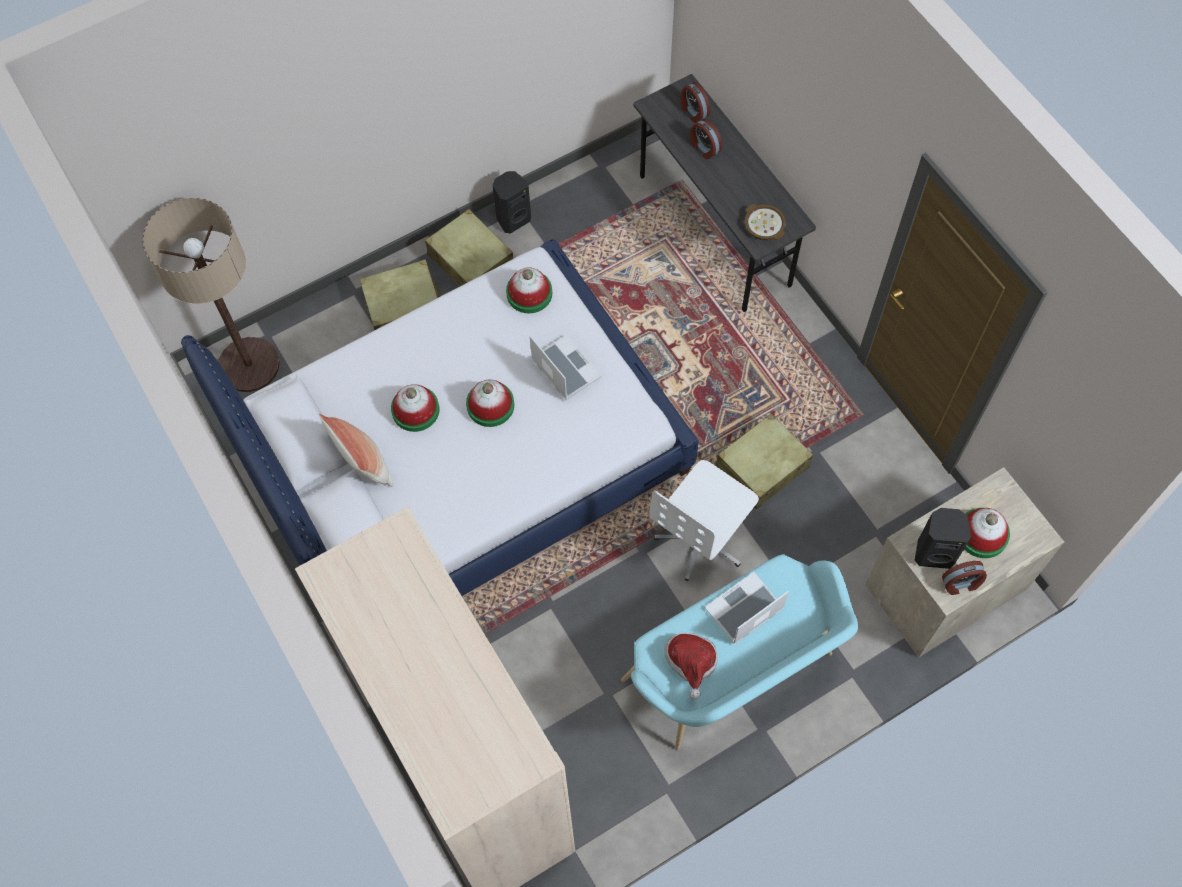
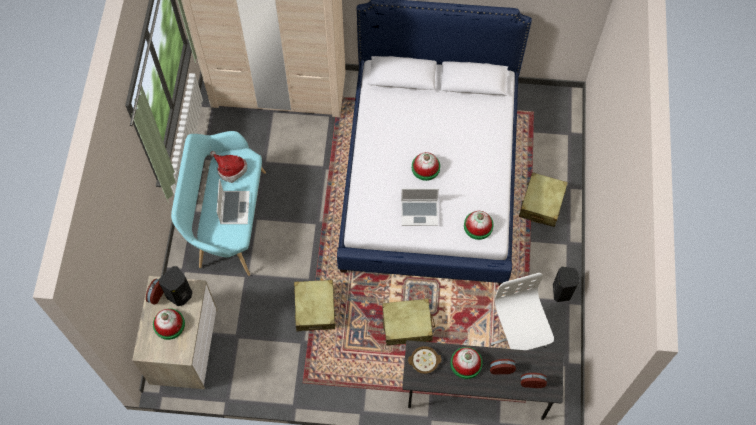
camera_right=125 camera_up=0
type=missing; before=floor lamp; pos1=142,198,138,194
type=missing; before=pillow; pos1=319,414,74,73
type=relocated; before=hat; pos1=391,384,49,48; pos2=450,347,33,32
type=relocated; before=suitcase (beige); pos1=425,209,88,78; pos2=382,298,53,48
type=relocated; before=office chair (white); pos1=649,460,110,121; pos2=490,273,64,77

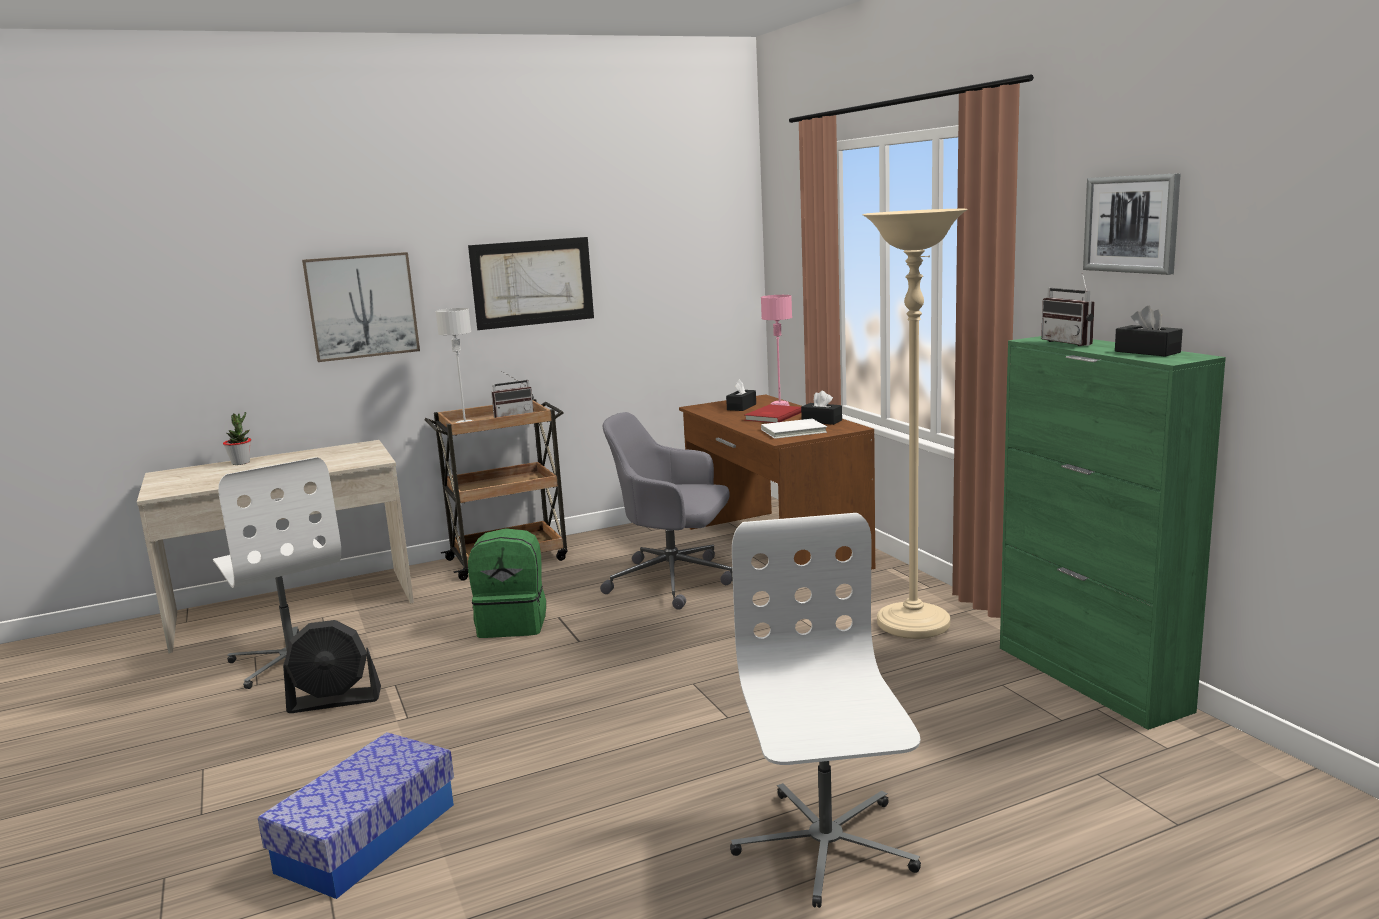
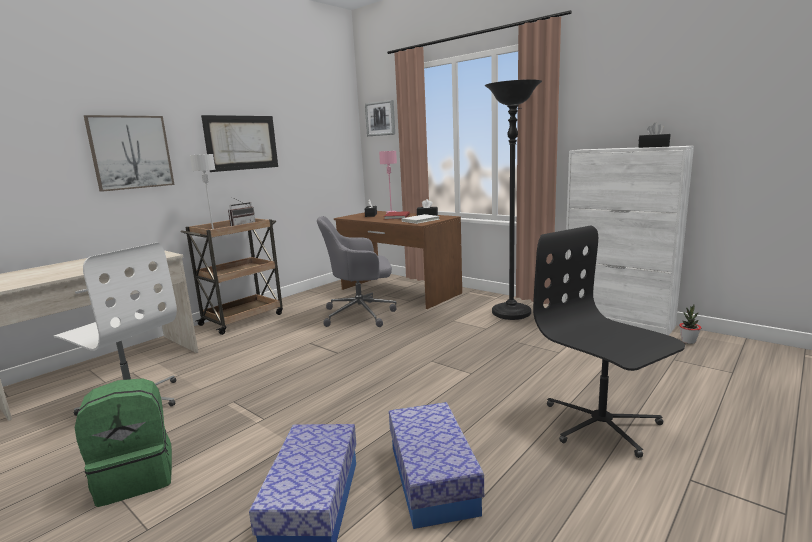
camera_right=-25 camera_up=0
type=relocated; before=potted plant; pos1=223,412,28,53; pos2=679,305,22,39
type=missing; before=fan (black); pos1=283,620,98,93
type=relocated; before=backpack (green); pos1=468,528,78,110; pos2=75,378,97,129
type=colour; before=office chair (white); after=office chair (black); pos1=730,513,191,395; pos2=533,225,152,233
type=colour; before=floor lamp (beige); after=floor lamp (black); pos1=862,209,105,430; pos2=485,79,57,241
type=colour; before=cabinet (green); after=cabinet (white); pos1=1000,336,226,394; pos2=563,146,131,190
type=missing; before=radio; pos1=1041,272,54,74
type=relocated; before=picture; pos1=1083,173,98,102; pos2=365,100,30,36
type=appeared; after=storage box; pos2=389,402,95,127

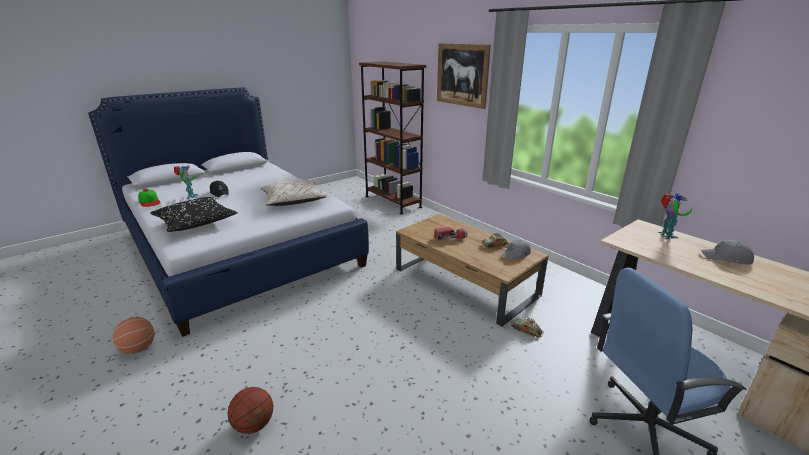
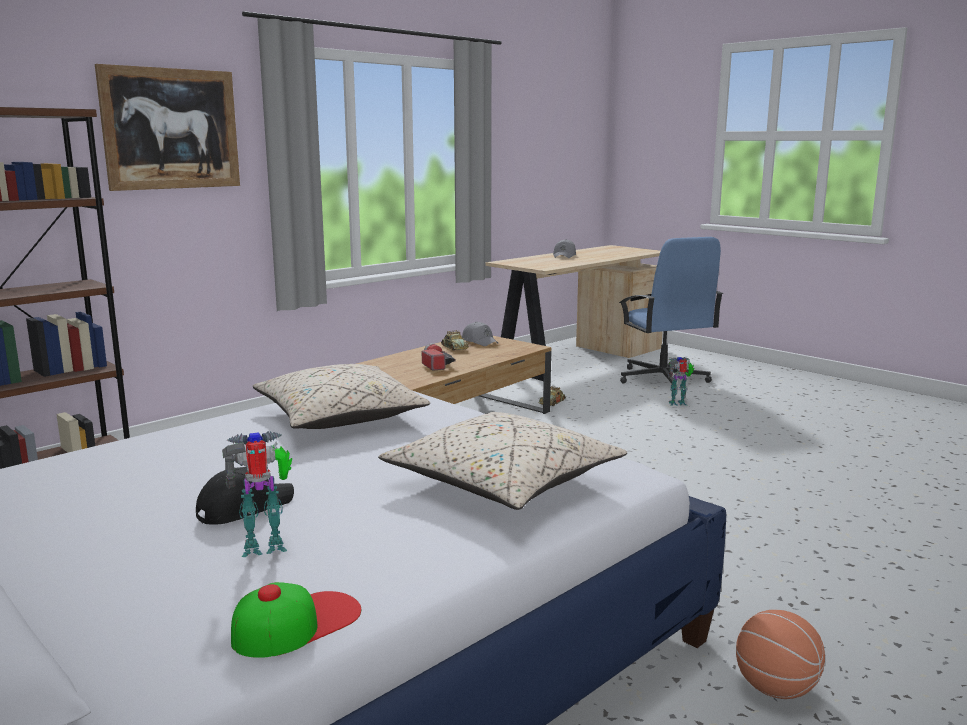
camera_right=-95 camera_up=-10
type=colour; before=pillow (black); after=pillow (beige); pos1=150,197,88,35; pos2=378,412,249,98
type=missing; before=basketball; pos1=227,387,46,47
type=relocated; before=toy robot; pos1=658,193,34,46; pos2=668,357,26,49

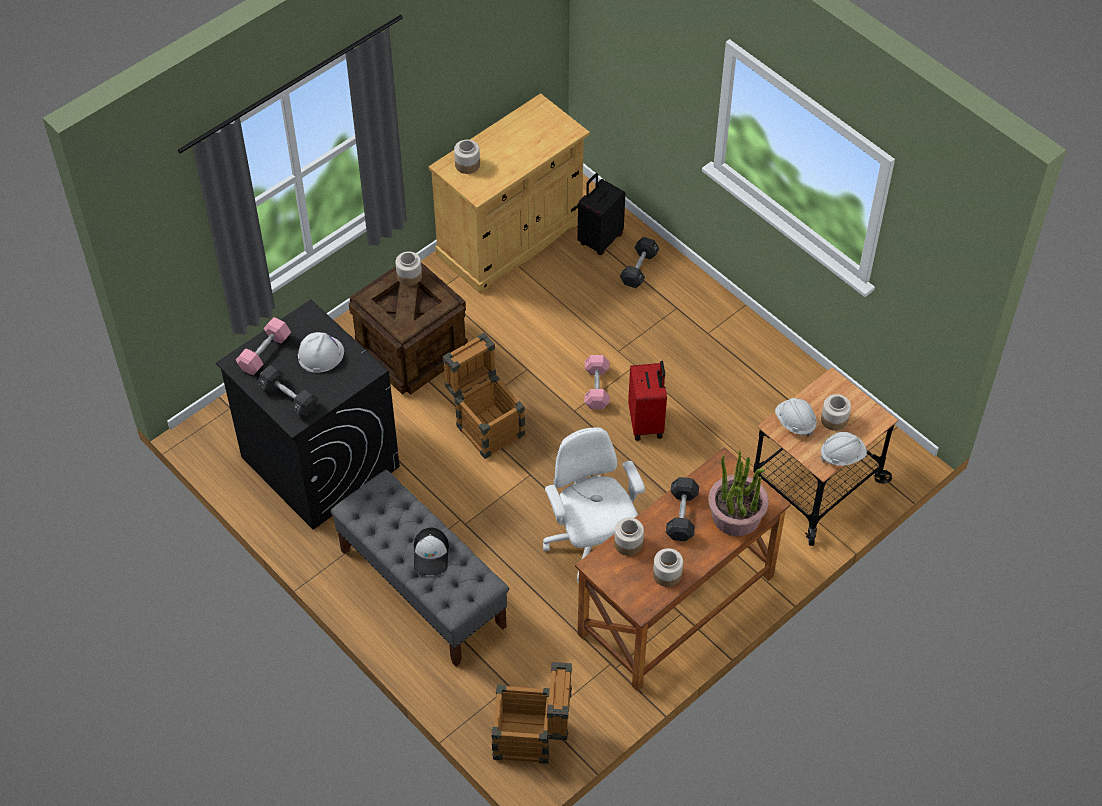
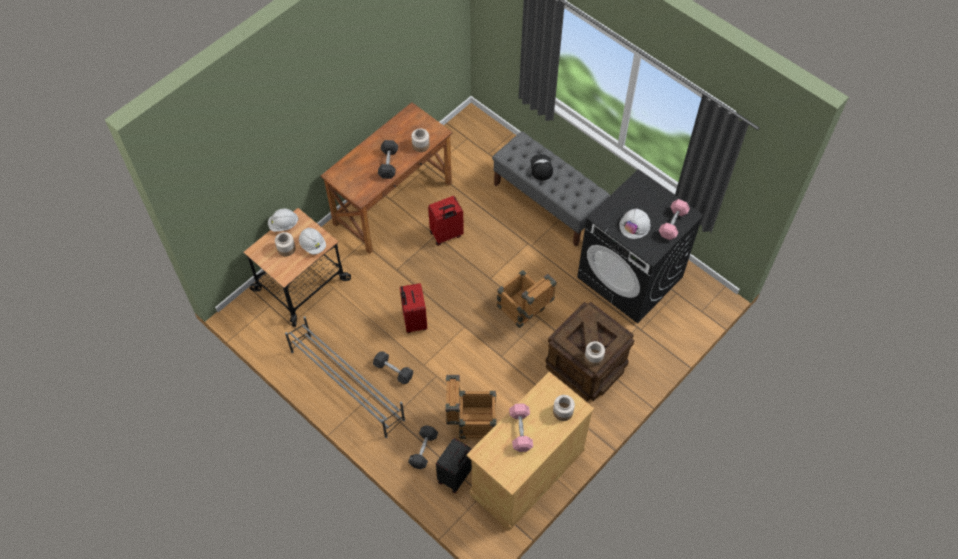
camera_right=175 camera_up=5
type=relocated; before=dumbbell (black); pos1=257,365,61,52; pos2=373,351,40,33
type=relocated; before=crate; pos1=491,662,81,102; pos2=445,375,52,64
type=exchanged; before=office chair (white); after=suitcase (red); pos1=543,427,102,157; pos2=428,196,36,50
type=relocated; before=dumbbell (pink); pos1=585,355,25,54; pos2=509,403,24,49
type=missing; before=jar; pos1=653,548,30,39
type=missing; before=potted plant; pos1=708,450,61,86
type=appeared; after=shoe rack (grey); pos2=285,316,120,122

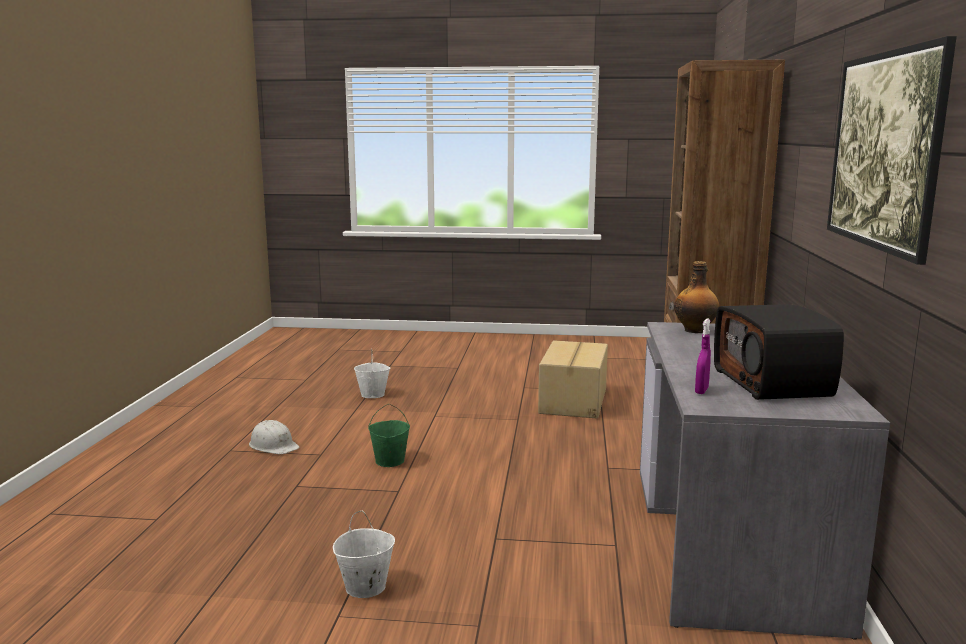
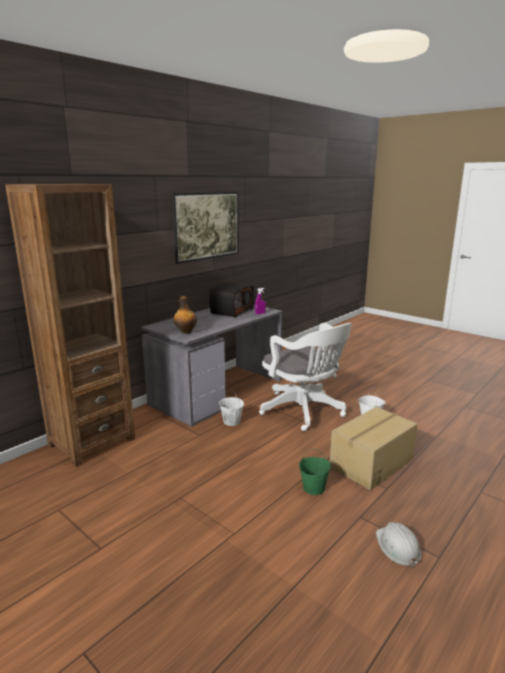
camera_right=-145 camera_up=5
type=relocated; before=bucket (white); pos1=354,348,37,50; pos2=219,389,25,37
type=relocated; before=cardboard box; pos1=538,341,70,78; pos2=330,407,88,83
type=appeared; after=office chair (white); pos2=259,323,93,108

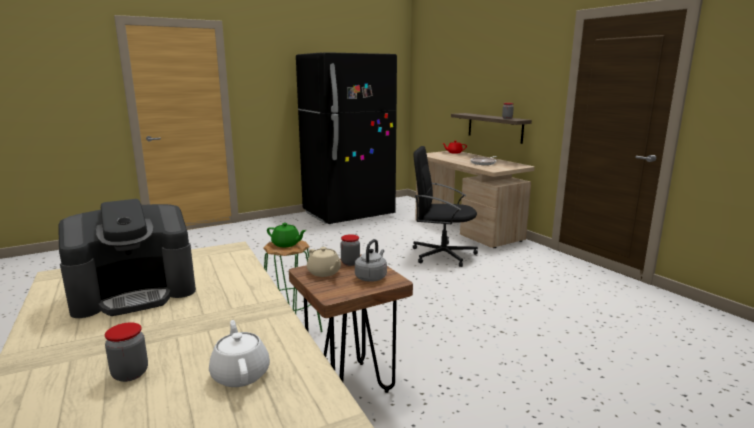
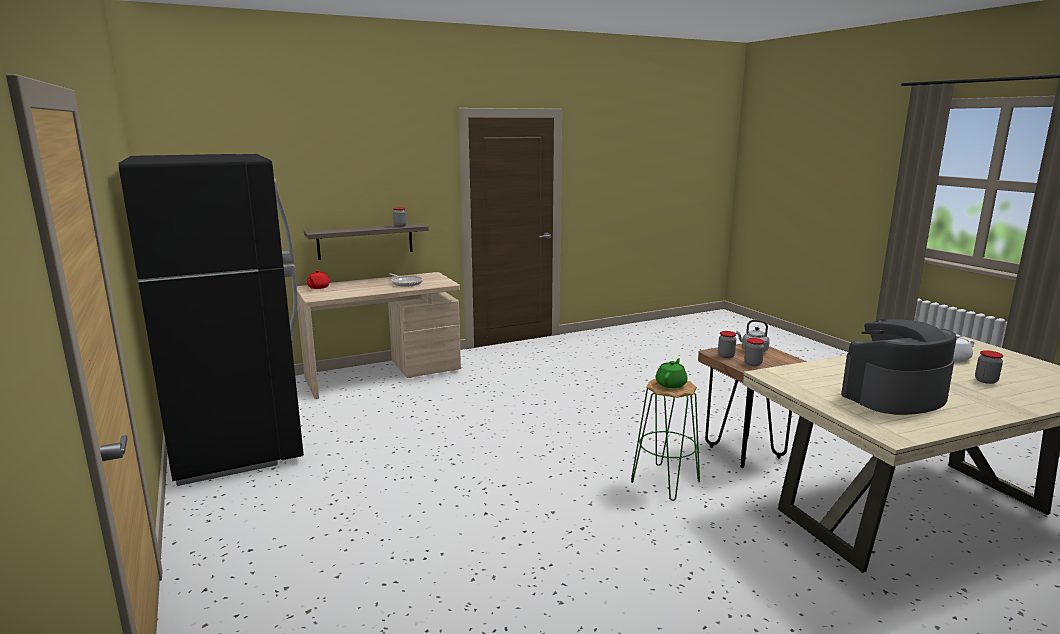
camera_right=-85 camera_up=0
type=spun; before=coffee machine; pos1=58,199,138,119; pos2=841,319,116,96; turn=-90
type=exchanged; before=teapot (beige); after=jar; pos1=307,247,34,30; pos2=744,338,20,28
type=missing; before=office chair (black); pos1=413,146,65,121

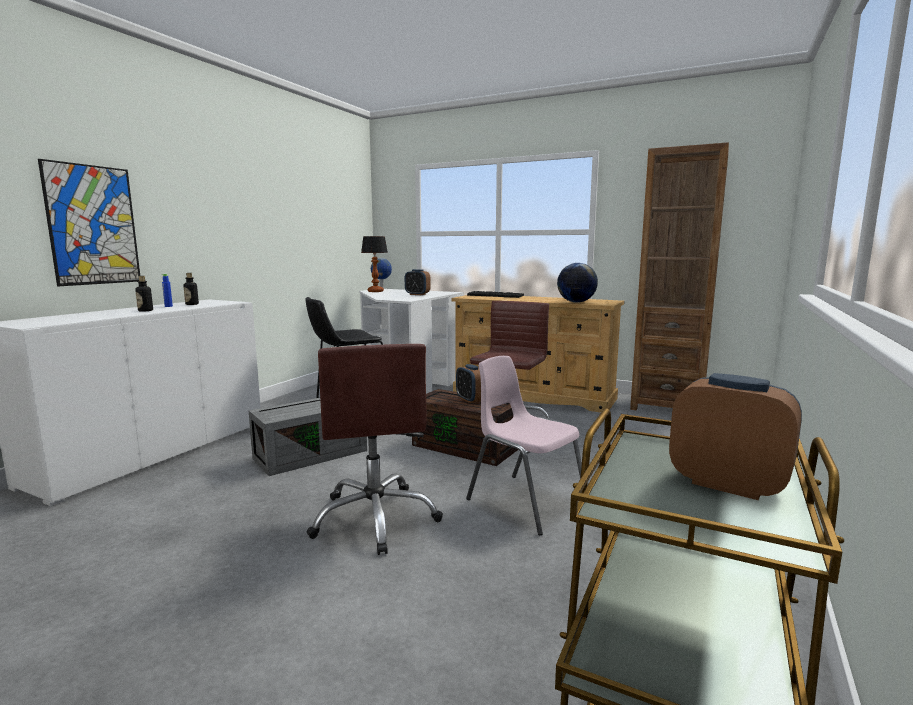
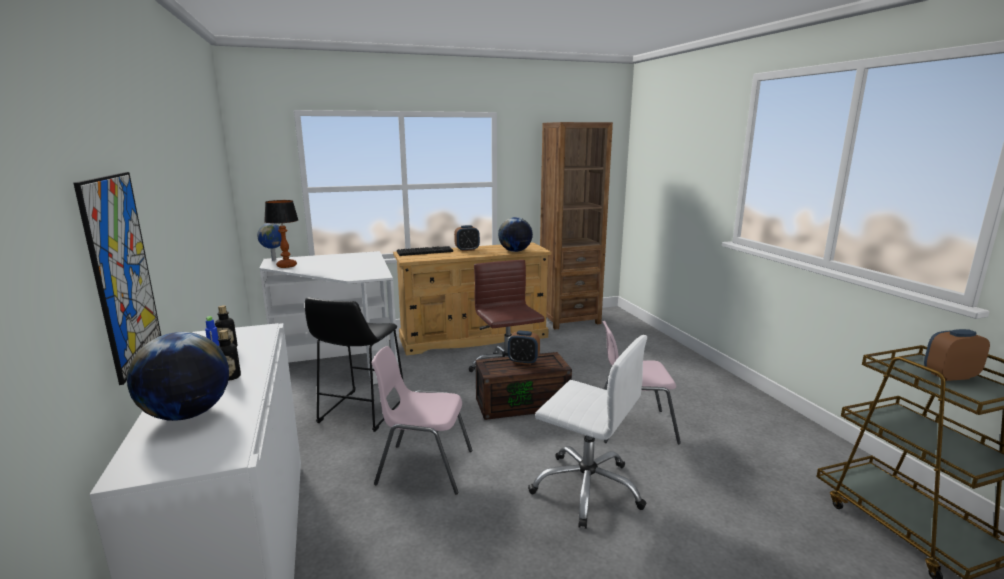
camera_right=-45 camera_up=5
type=exchanged; before=storage box (grey); after=chair (pink); pos1=248,398,119,78; pos2=372,346,101,148
type=colour; before=office chair (brown); after=office chair (white); pos1=307,344,136,211; pos2=528,335,119,194
type=relocated; before=alarm clock; pos1=405,269,26,26; pos2=454,225,26,26
type=appeared; after=globe; pos2=127,332,102,89

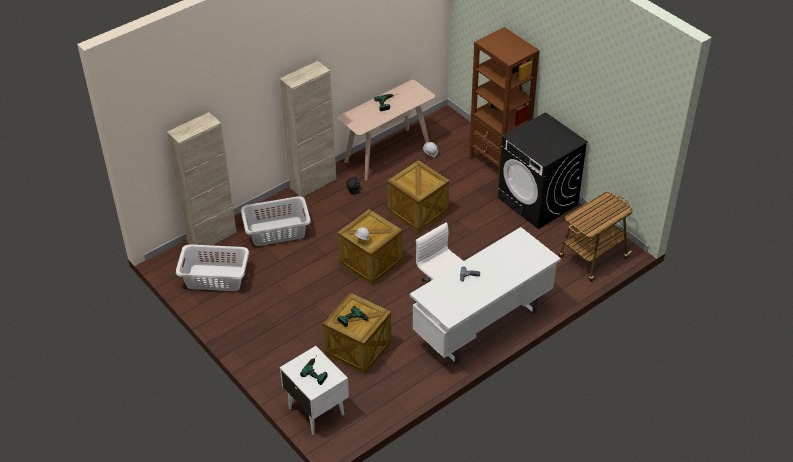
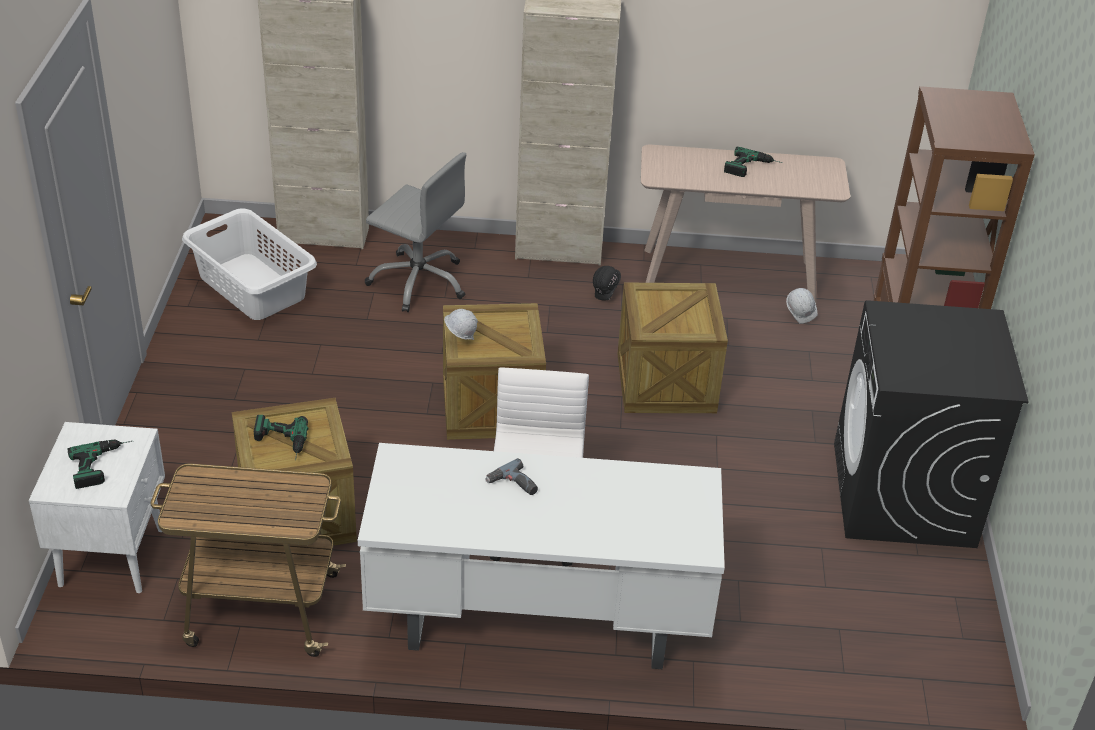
camera_right=40 camera_up=-5
type=exchanged; before=laundry basket (grey); after=office chair (grey); pos1=241,196,70,50; pos2=365,152,101,160
type=relocated; before=cart; pos1=559,192,74,90; pos2=150,463,196,194

